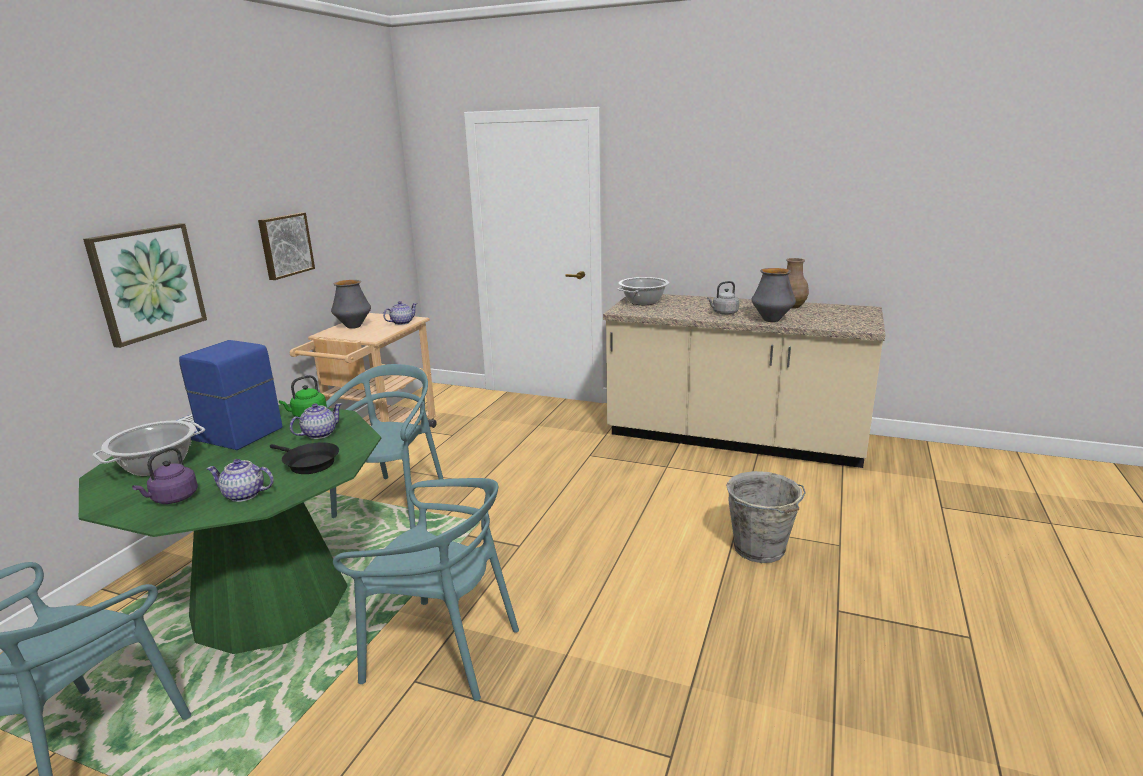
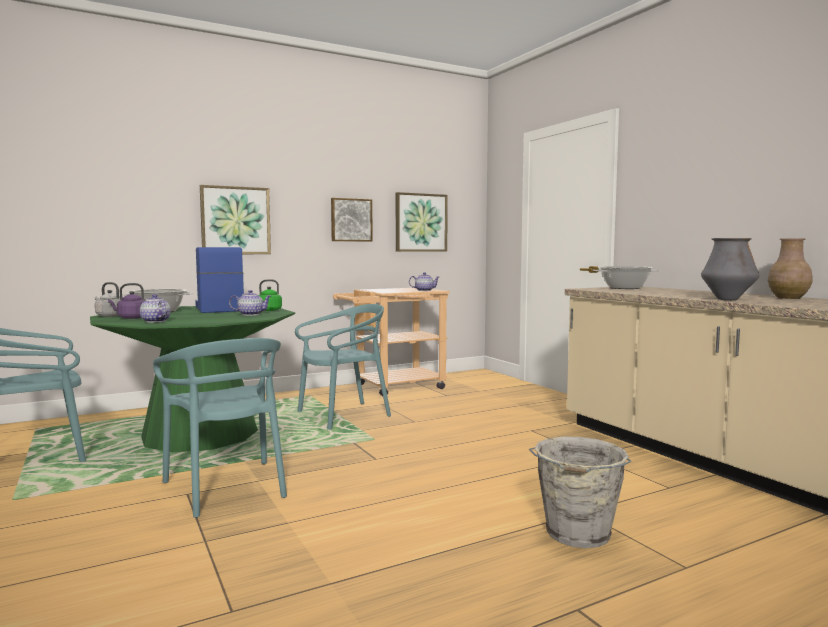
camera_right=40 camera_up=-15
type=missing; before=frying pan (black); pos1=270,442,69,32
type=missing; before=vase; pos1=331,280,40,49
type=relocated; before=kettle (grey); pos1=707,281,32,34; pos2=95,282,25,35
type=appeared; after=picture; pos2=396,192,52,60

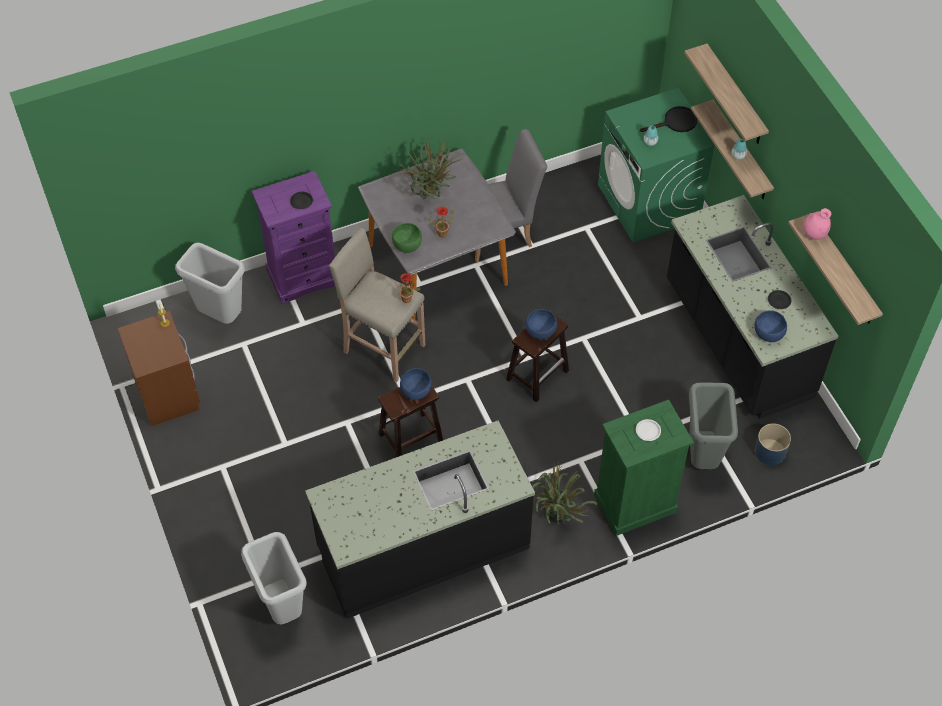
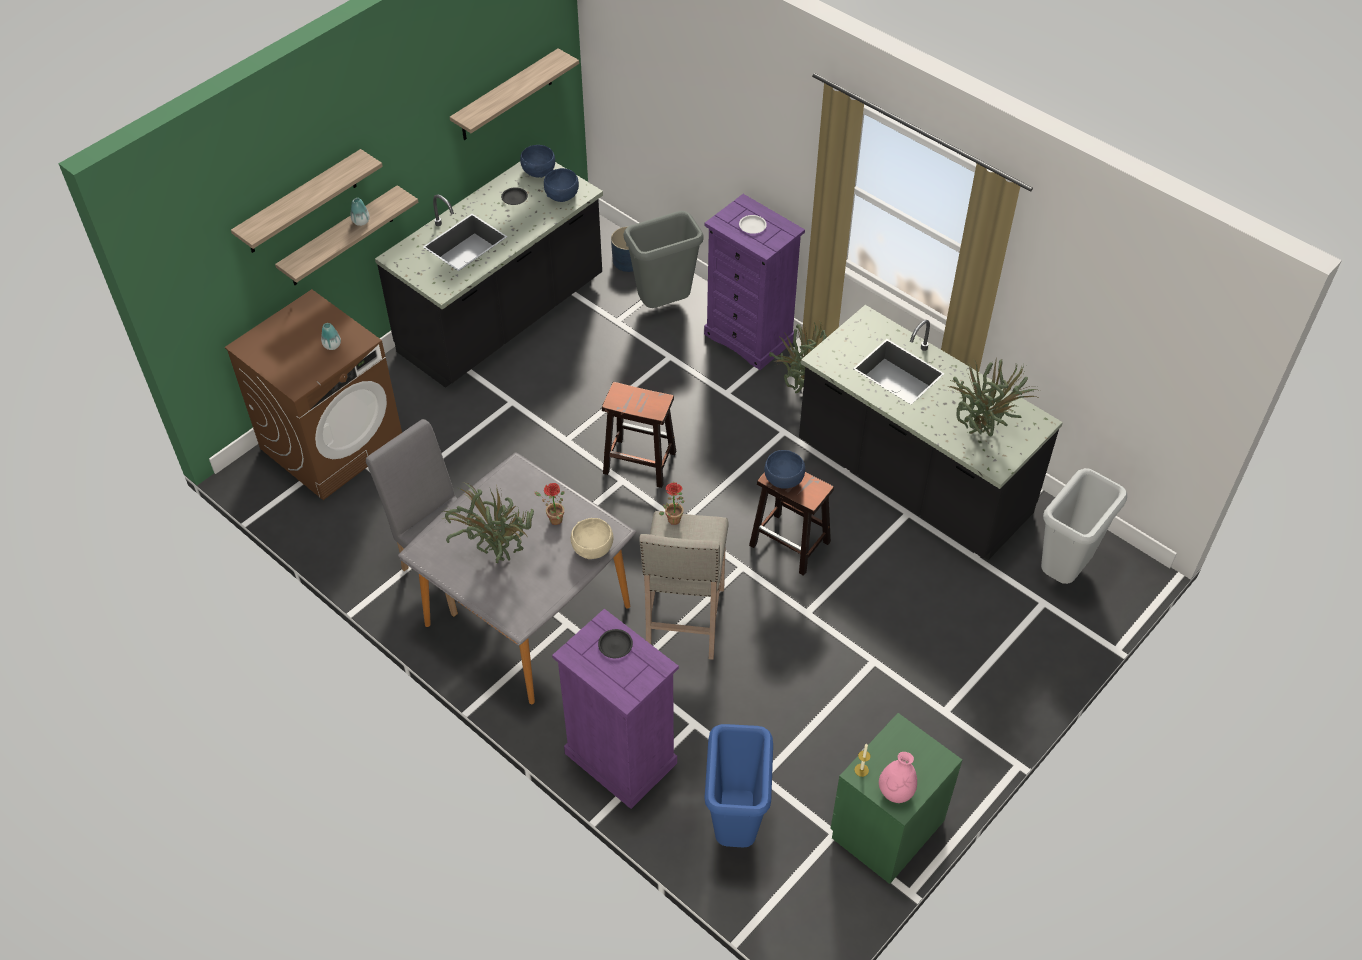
camera_right=-115 camera_up=-5
type=colour; before=nightstand (brown); after=nightstand (green); pos1=118,311,82,115; pos2=830,713,132,171
type=colour; before=trash can (grey); after=trash can (blue); pos1=175,243,70,81; pos2=704,724,69,123
type=colour; before=bowl (green); after=bowl (beige); pos1=392,223,30,30; pos2=571,518,42,41
type=relocated; before=bowl (blue); pos1=526,309,31,30; pos2=520,145,35,33
type=colour; before=dresser (green); after=dresser (purple); pos1=594,400,100,136; pos2=704,194,101,176
type=colour; before=washing machine (green); after=washing machine (brown); pos1=598,88,117,155; pos2=225,289,177,211
type=missing; before=frying pan (black); pos1=640,106,57,26
type=relocated; before=vase (pink); pos1=803,208,28,32; pos2=879,752,38,51
type=appeared; after=potted plant; pos2=949,358,91,79

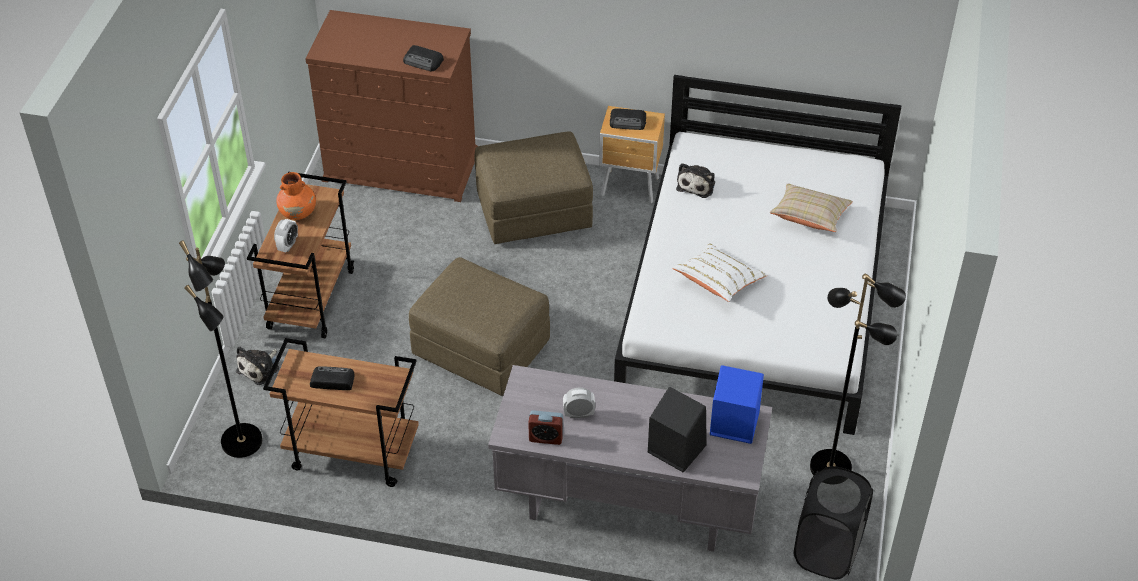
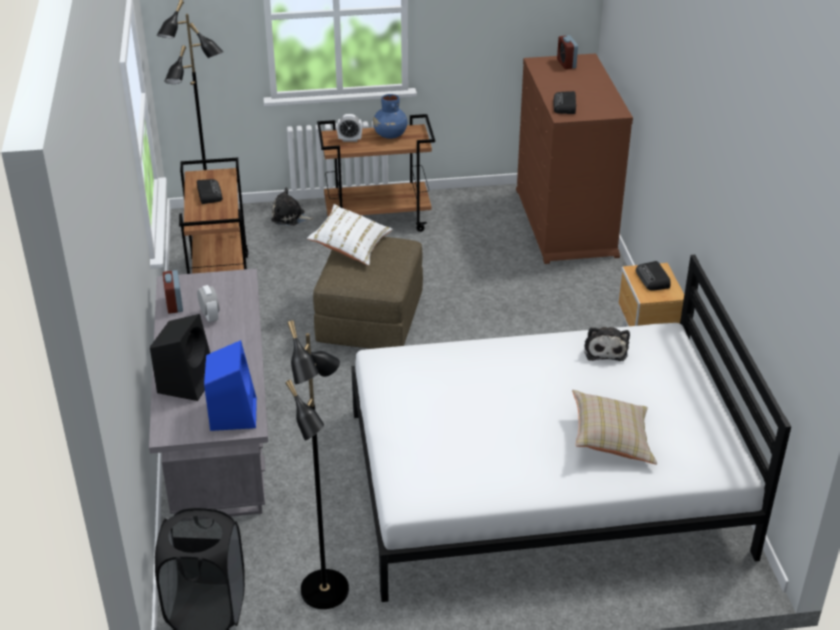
camera_right=70 camera_up=-10
type=colour; before=vase (orange); after=vase (blue); pos1=276,172,40,48; pos2=373,94,34,45
type=missing; before=ottoman (brown); pos1=475,131,118,113
type=relocated; before=pillow (white); pos1=672,243,96,59; pos2=307,204,85,62
type=spun; before=plush toy; pos1=676,163,39,35; pos2=584,327,46,34; turn=-90
type=appeared; after=alarm clock; pos2=557,35,21,34

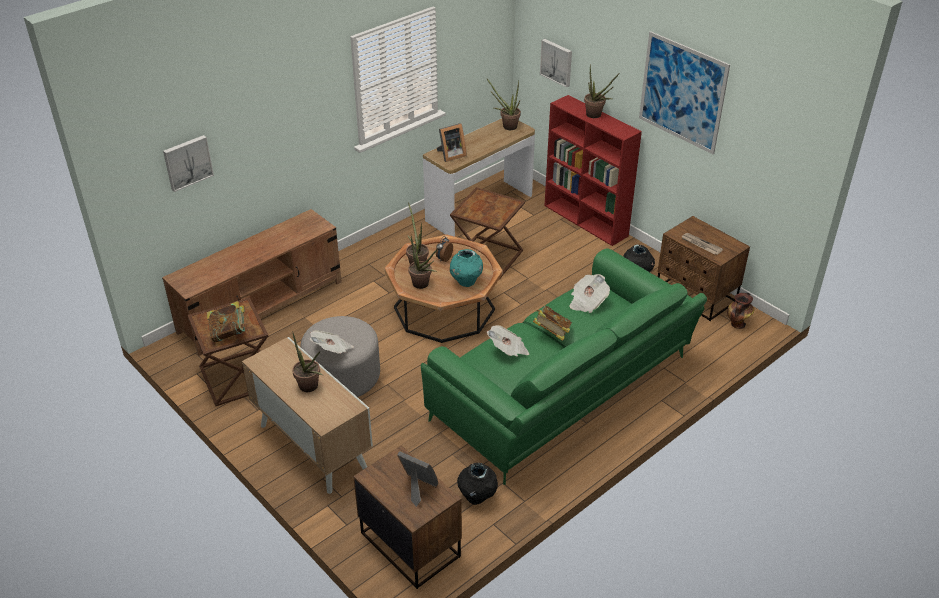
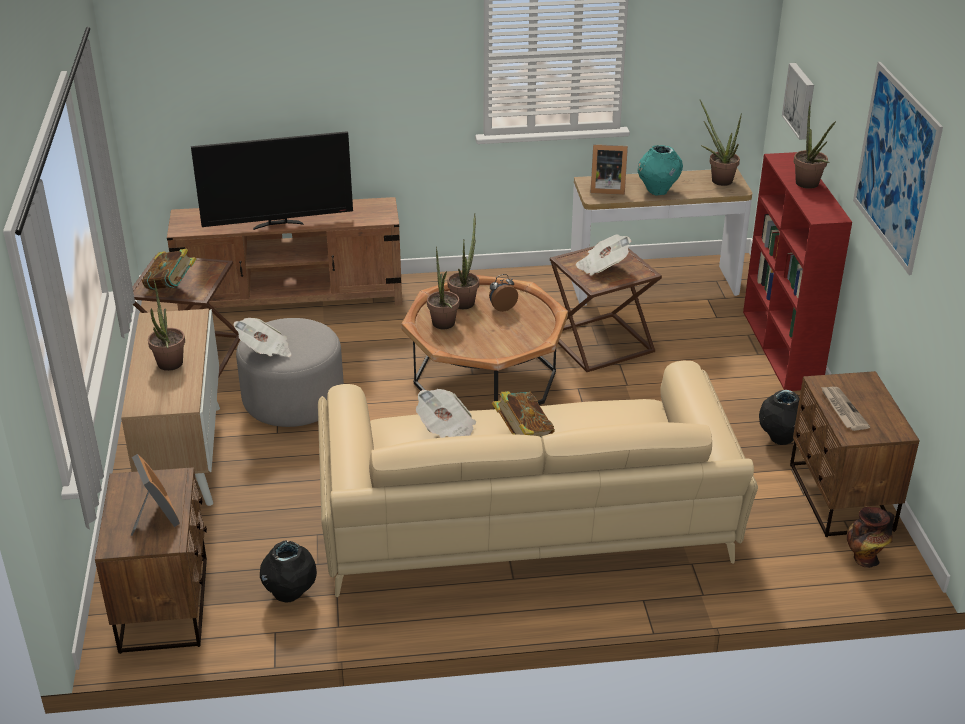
camera_right=35 camera_up=-5
type=missing; before=picture; pos1=163,135,51,57
type=colour; before=sofa (green); after=sofa (beige); pos1=421,248,286,237; pos2=318,361,440,236
type=relocated; before=vase (turquoise); pos1=450,249,33,38; pos2=637,145,46,51
type=relocated; before=newspaper; pos1=569,274,41,39; pos2=576,234,55,42
type=appeared; after=television; pos2=191,131,162,99

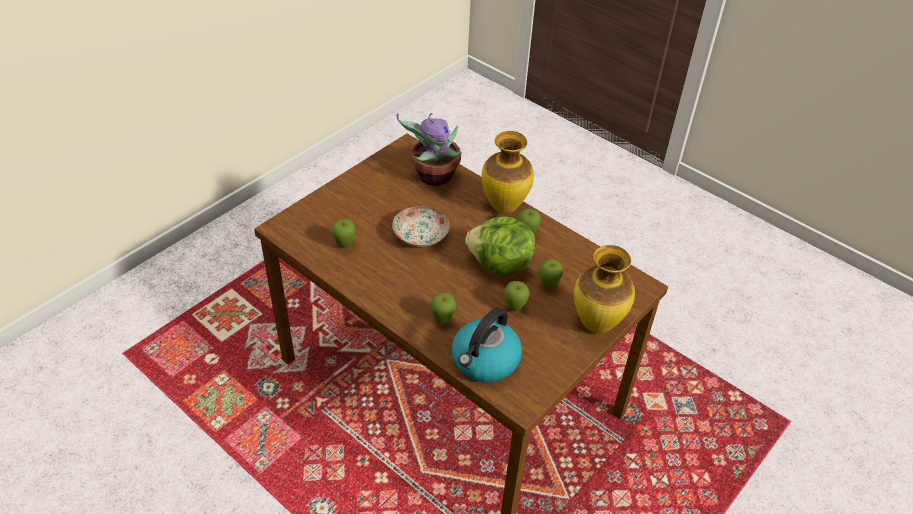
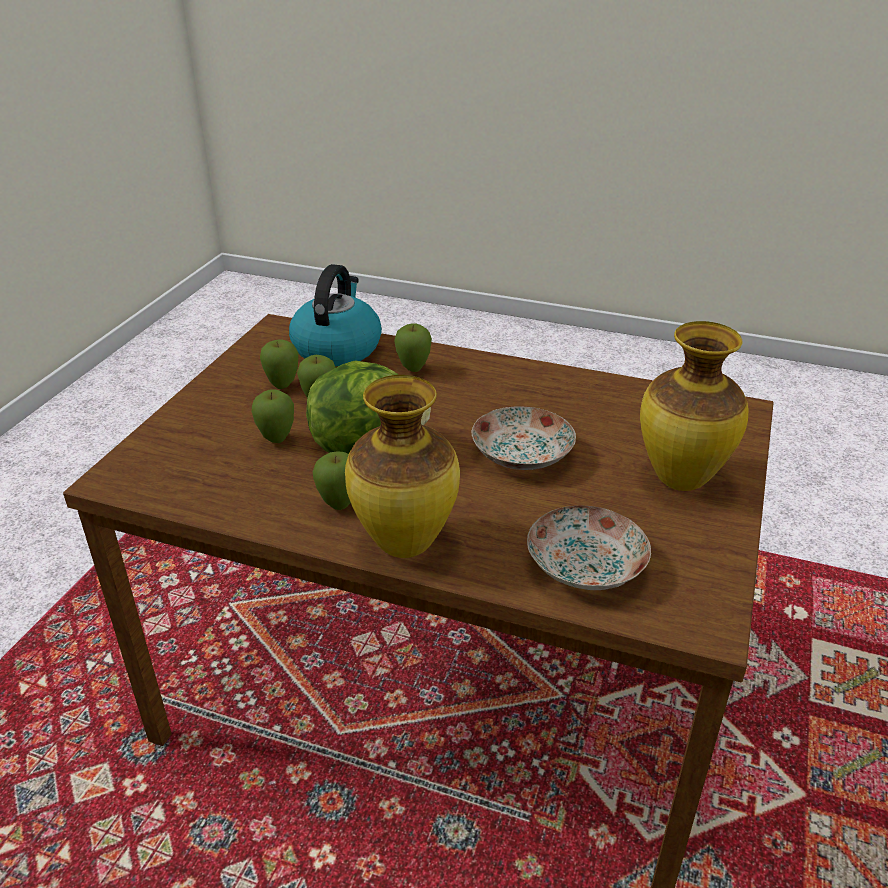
camera_right=160 camera_up=-10
type=relocated; before=apple; pos1=332,219,24,29; pos2=260,339,38,50
type=exchanged; before=potted plant; after=plate; pos1=396,113,66,73; pos2=527,506,124,84
type=relocated; before=vase; pos1=574,245,61,88; pos2=640,321,108,170

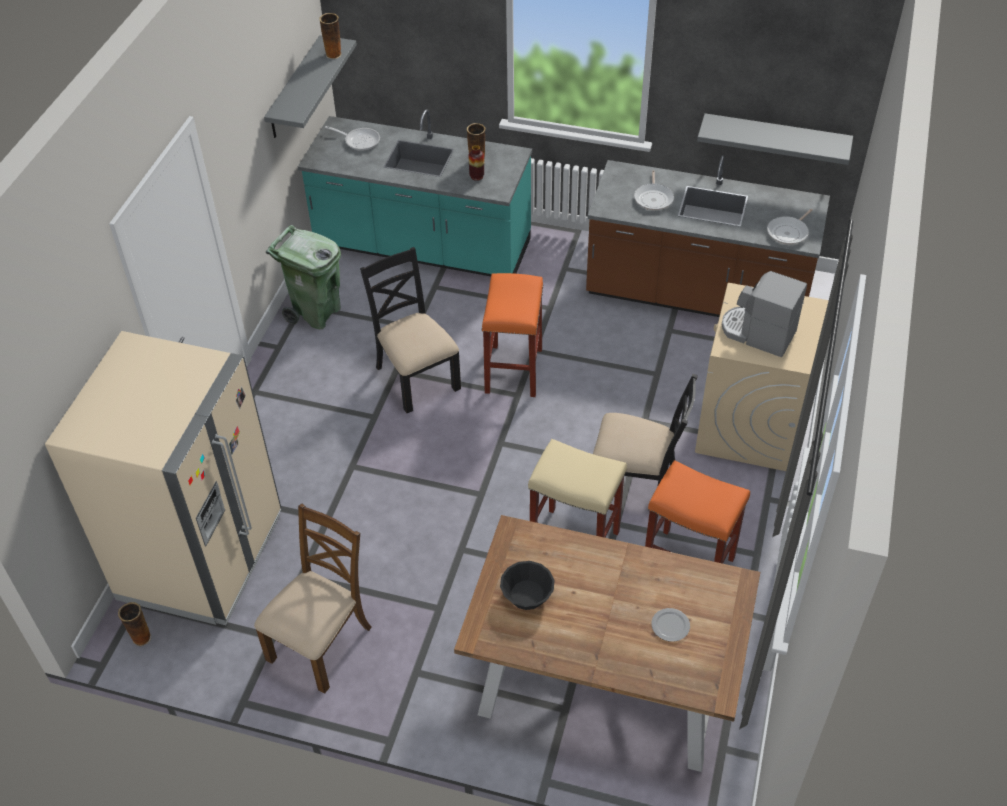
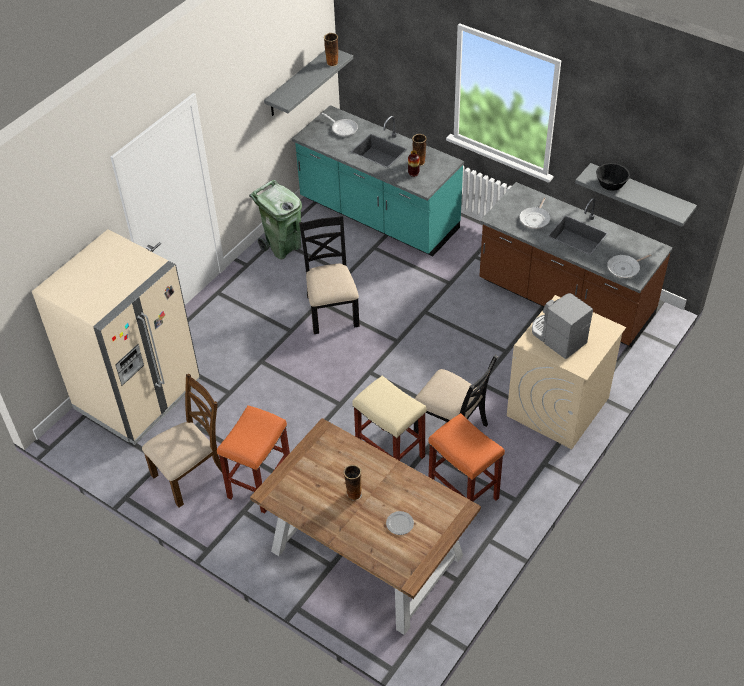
camera_right=20 camera_up=0
type=relocated; before=vase; pos1=118,602,34,44; pos2=343,465,19,36
type=relocated; before=stool (orange); pos1=482,273,62,124; pos2=217,405,73,109
type=relocated; before=bowl (black); pos1=500,561,55,49; pos2=596,163,34,28

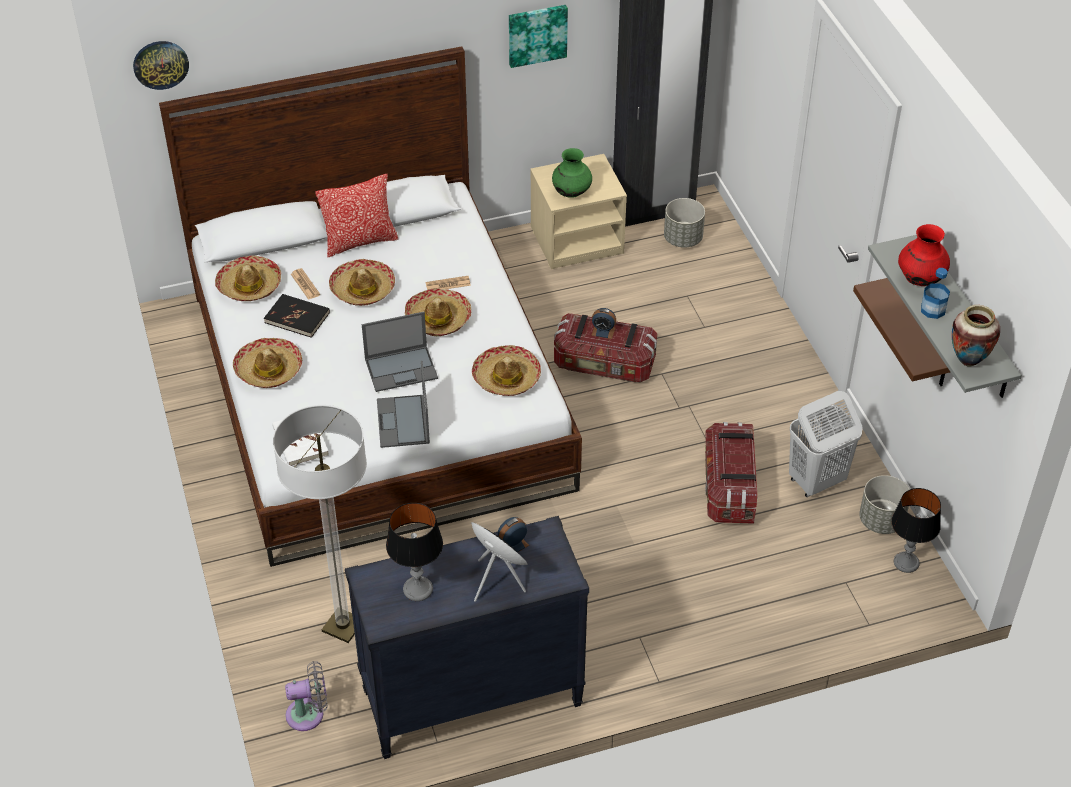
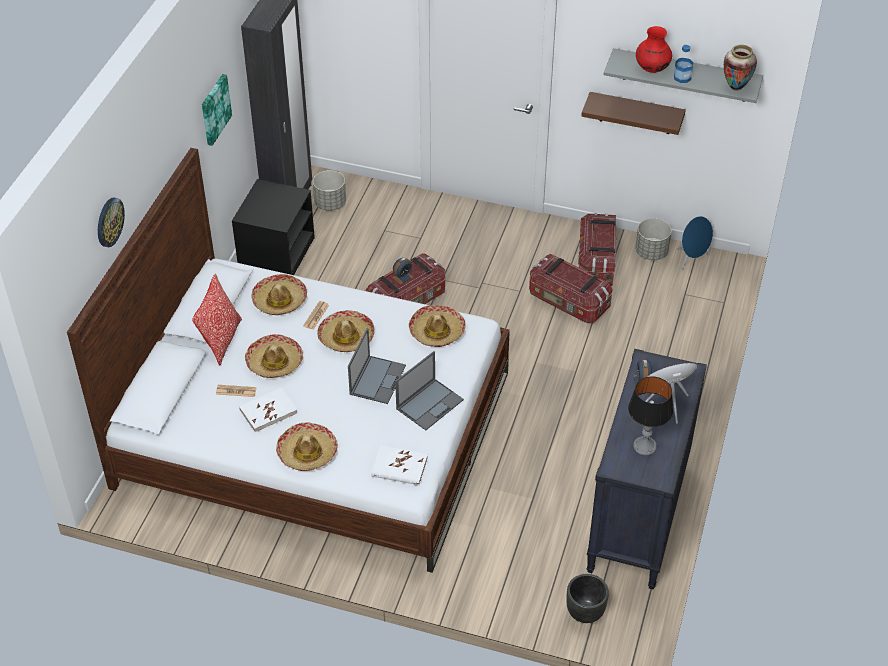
camera_right=-55 camera_up=0
type=relocated; before=wall clock; pos1=133,41,56,49; pos2=98,198,27,49
type=relocated; before=hat; pos1=215,256,66,45; pos2=252,274,55,41
type=colour; before=book (black); after=book (white); pos1=264,294,66,44; pos2=239,388,59,44
type=missing; before=floor lamp; pos1=273,405,94,238
type=exchanged; before=fan (grey); after=planter (black); pos1=285,661,43,70; pos2=567,574,42,49
type=spun; before=laptop; pos1=377,361,53,87; pos2=395,351,69,79; turn=-75
type=colour; before=nightstand (beige); after=nightstand (black); pos1=530,154,97,115; pos2=232,179,83,96
type=missing; before=vase (green); pos1=552,148,40,50
type=exchanged; before=laundry basket (white); after=storage box; pos1=789,391,73,106; pos2=578,213,38,73
type=exchanged; before=table lamp; after=speaker (blue); pos1=891,488,50,85; pos2=676,216,37,56

